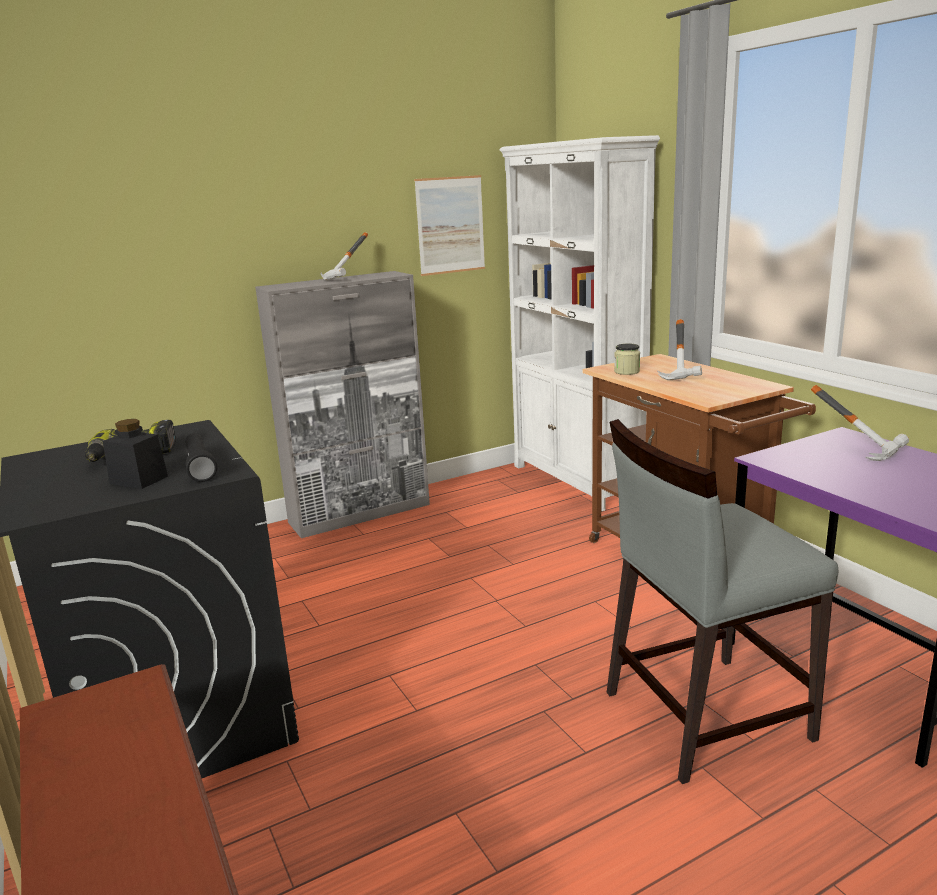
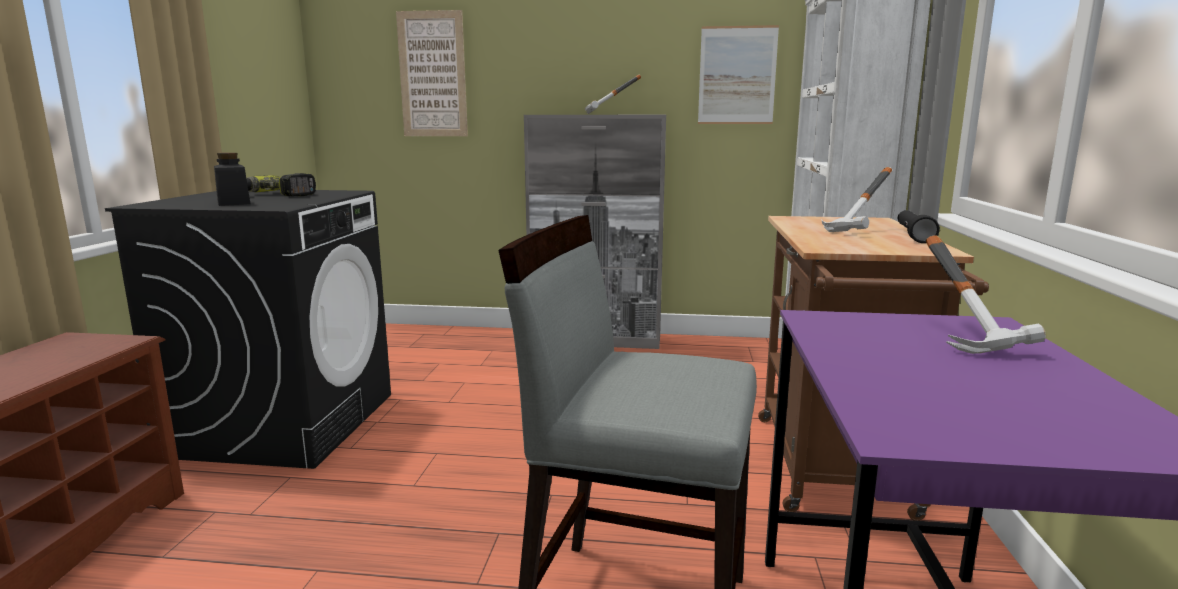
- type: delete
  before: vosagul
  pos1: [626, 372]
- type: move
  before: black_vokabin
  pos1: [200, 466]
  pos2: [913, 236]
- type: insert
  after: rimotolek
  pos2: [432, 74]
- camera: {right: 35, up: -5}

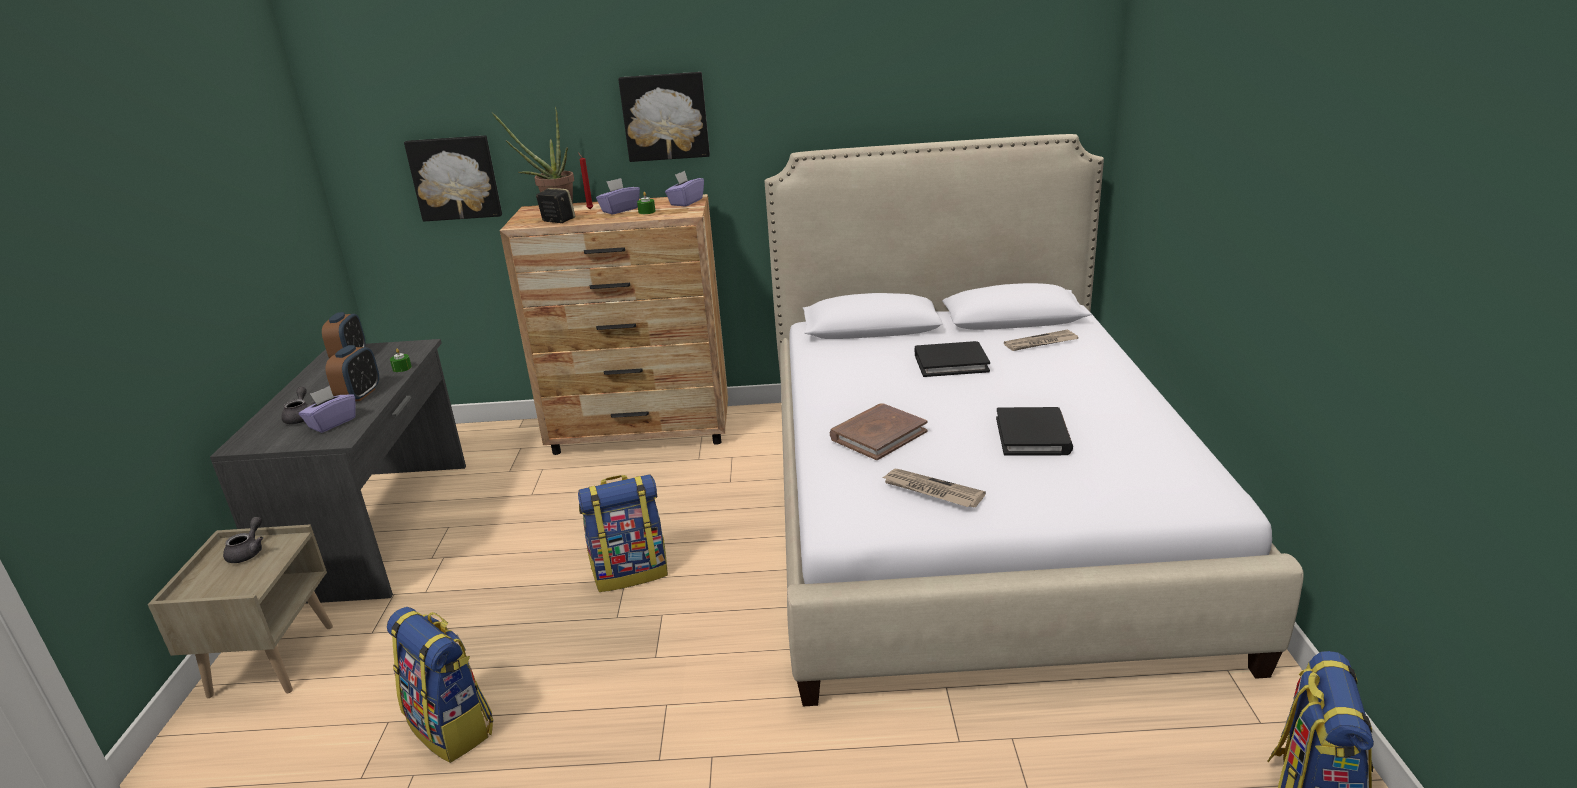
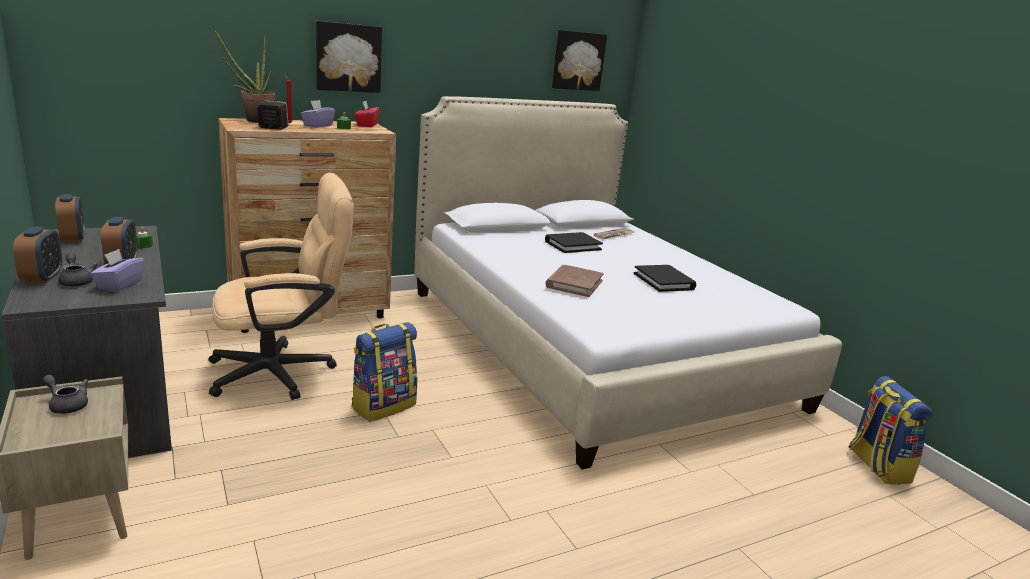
- type: move
  before: rimotolek
  pos1: [455, 178]
  pos2: [577, 61]
- type: recolor
  before: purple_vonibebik
  after: red_vonibebik
  pos1: [686, 202]
  pos2: [366, 125]
- type: delete
  before: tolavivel
  pos1: [931, 491]
- type: rotate
  before: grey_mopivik
  pos1: [248, 552]
  pos2: [66, 405]
  turn: -45
- type: delete
  before: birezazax
  pos1: [452, 727]
- type: insert
  after: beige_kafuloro
  pos2: [284, 372]
- type: insert
  after: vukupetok
  pos2: [42, 278]
- camera: {right: -30, up: -5}

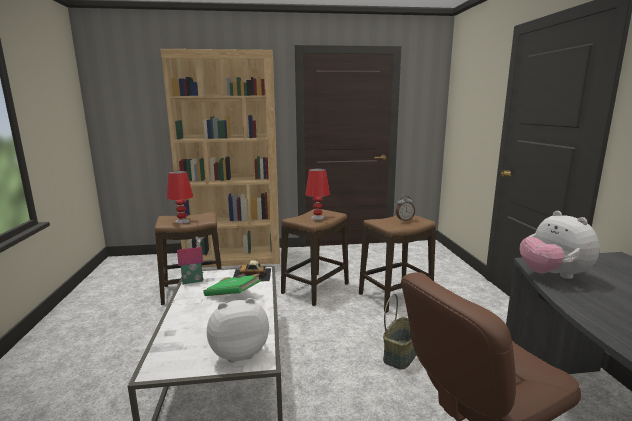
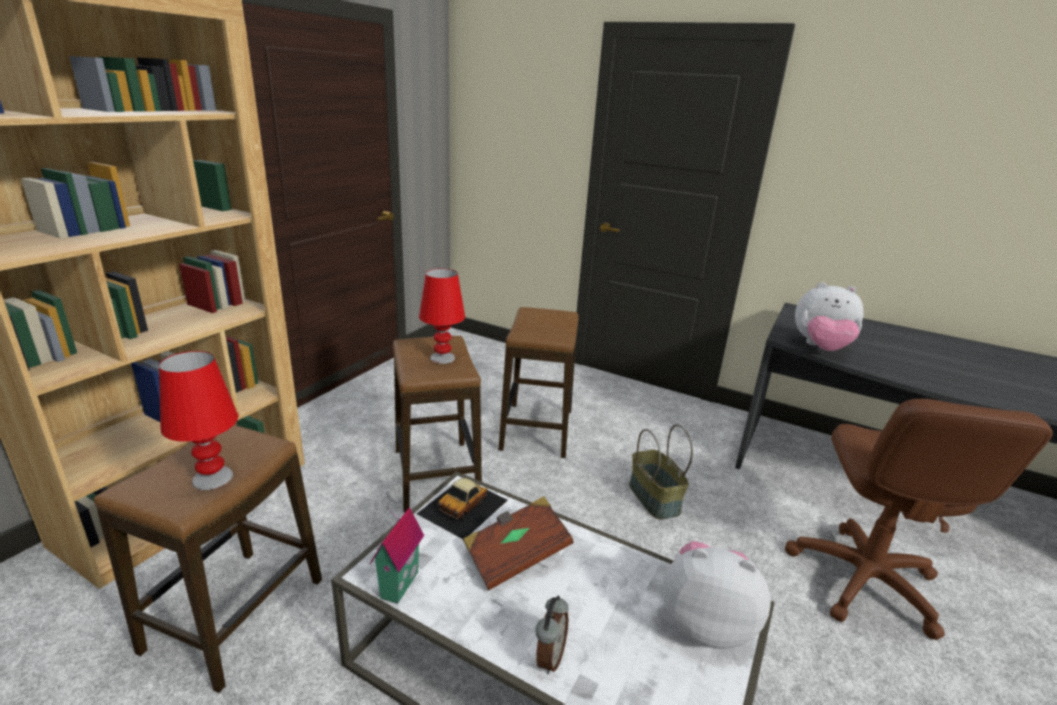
- type: move
  before: vukupetok
  pos1: [404, 220]
  pos2: [549, 657]
- type: recolor
  before: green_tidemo
  after: brown_tidemo
  pos1: [233, 295]
  pos2: [515, 556]
- type: rotate
  before: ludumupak
  pos1: [239, 352]
  pos2: [705, 622]
  turn: 90
- camera: {right: -55, up: 10}

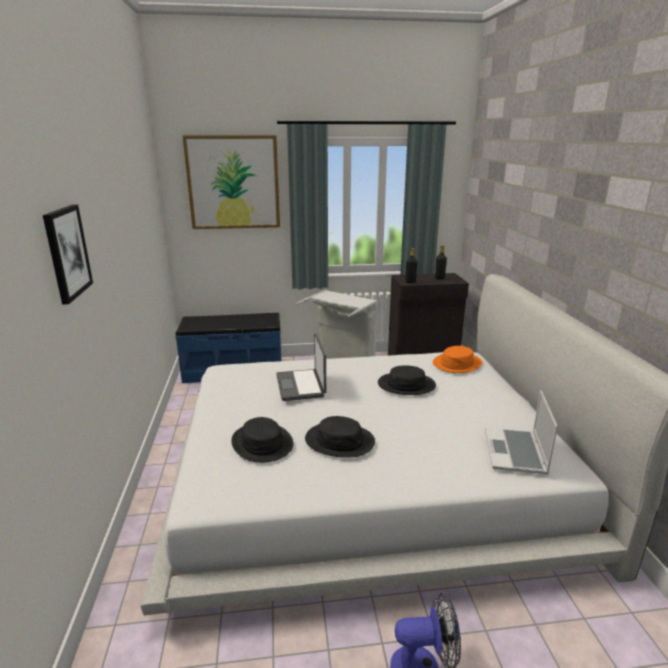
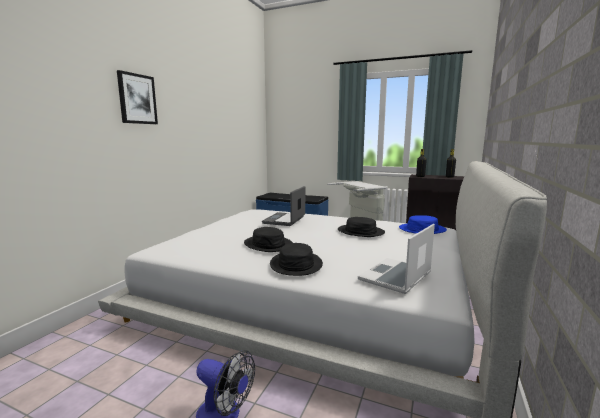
- type: delete
  before: rimotolek
  pos1: [233, 183]
- type: recolor
  before: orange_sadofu
  after: blue_sadofu
  pos1: [457, 363]
  pos2: [422, 229]
- type: move
  before: black_sadofu
  pos1: [262, 443]
  pos2: [296, 264]
- camera: {right: 30, up: -10}

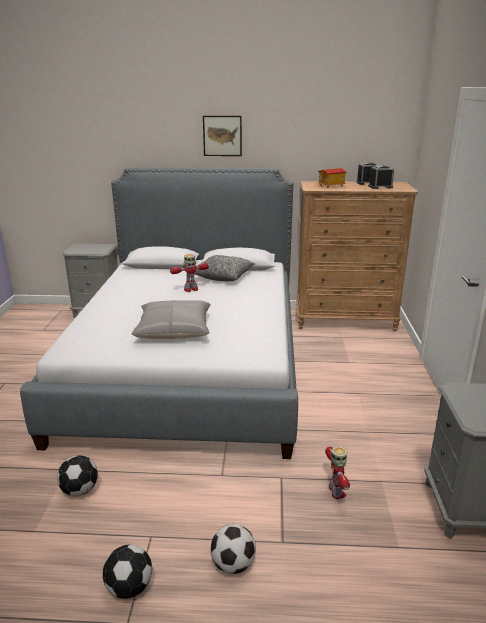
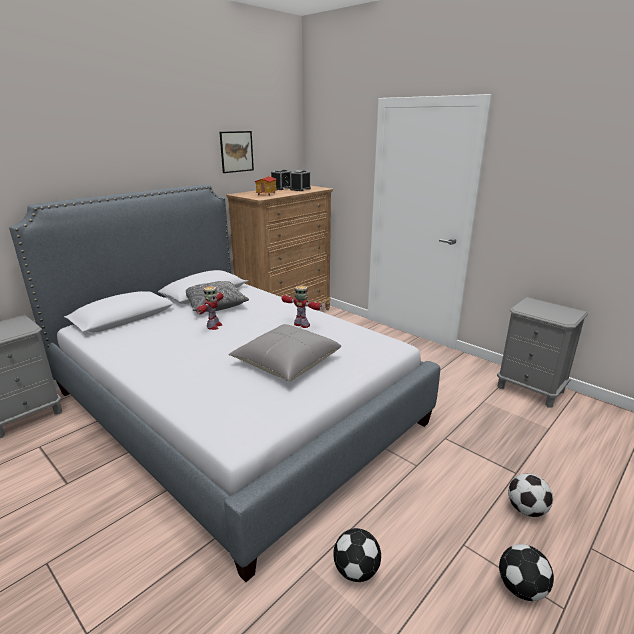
- type: move
  before: rimotolek
  pos1: [222, 136]
  pos2: [236, 151]
- type: move
  before: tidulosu
  pos1: [336, 492]
  pos2: [302, 325]
- camera: {right: -50, up: 0}

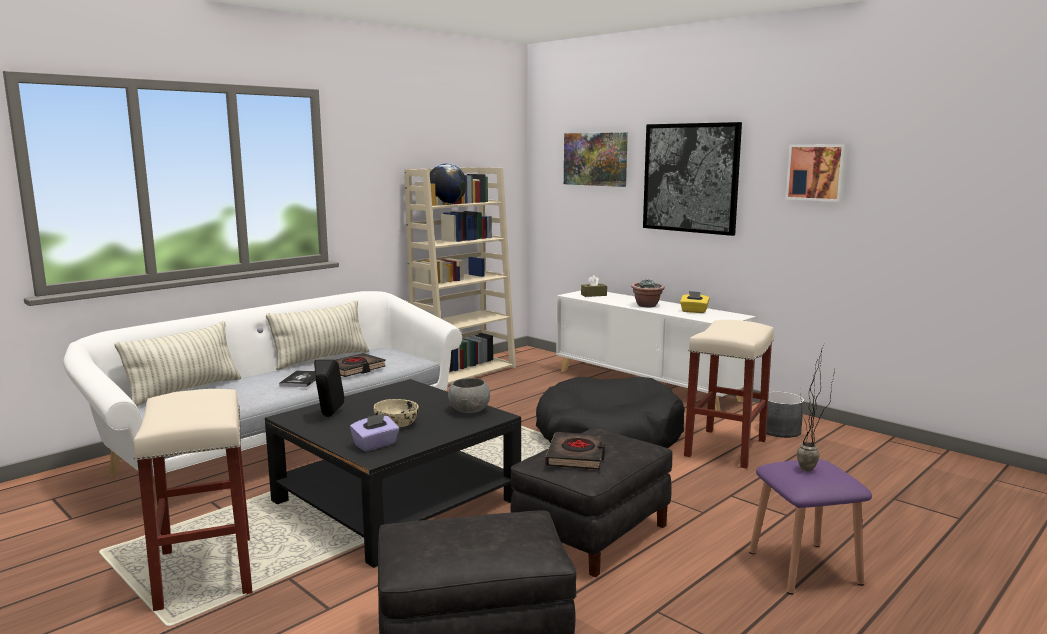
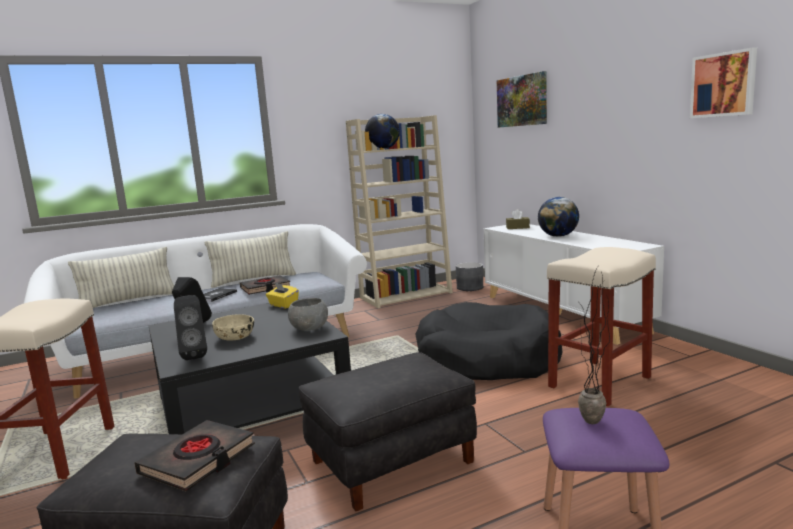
- type: delete
  before: rimotolek
  pos1: [690, 178]
- type: replace
  before: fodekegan
  after: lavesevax
  pos1: [647, 305]
  pos2: [558, 236]
- type: move
  before: yellow_vonibebik
  pos1: [694, 311]
  pos2: [283, 305]
- type: move
  before: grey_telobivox
  pos1: [780, 430]
  pos2: [470, 287]
- type: replace
  before: purple_vonibebik
  after: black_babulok
  pos1: [375, 445]
  pos2: [194, 355]
- type: move
  before: black_tidemo
  pos1: [576, 456]
  pos2: [198, 460]
- camera: {right: 20, up: 0}

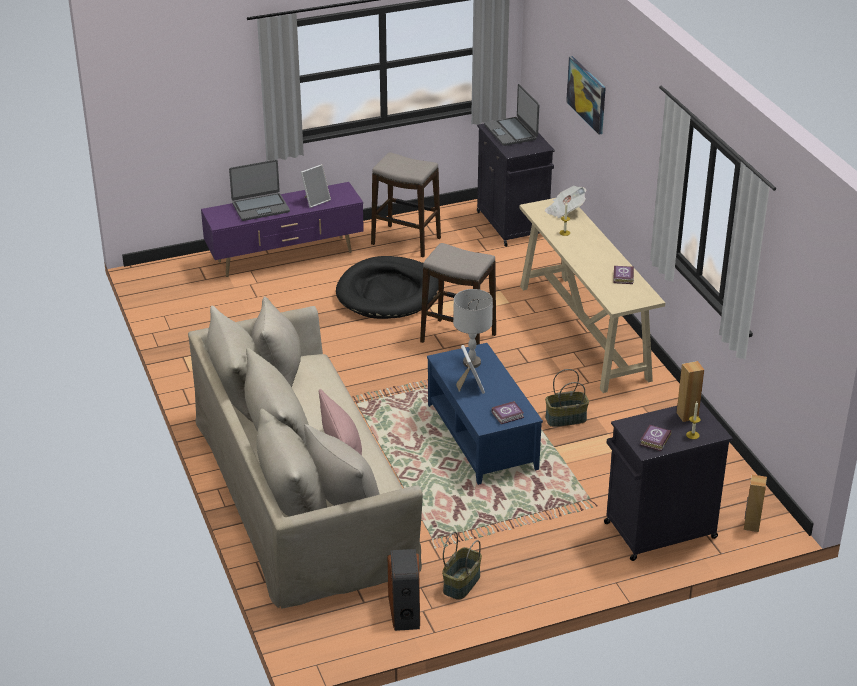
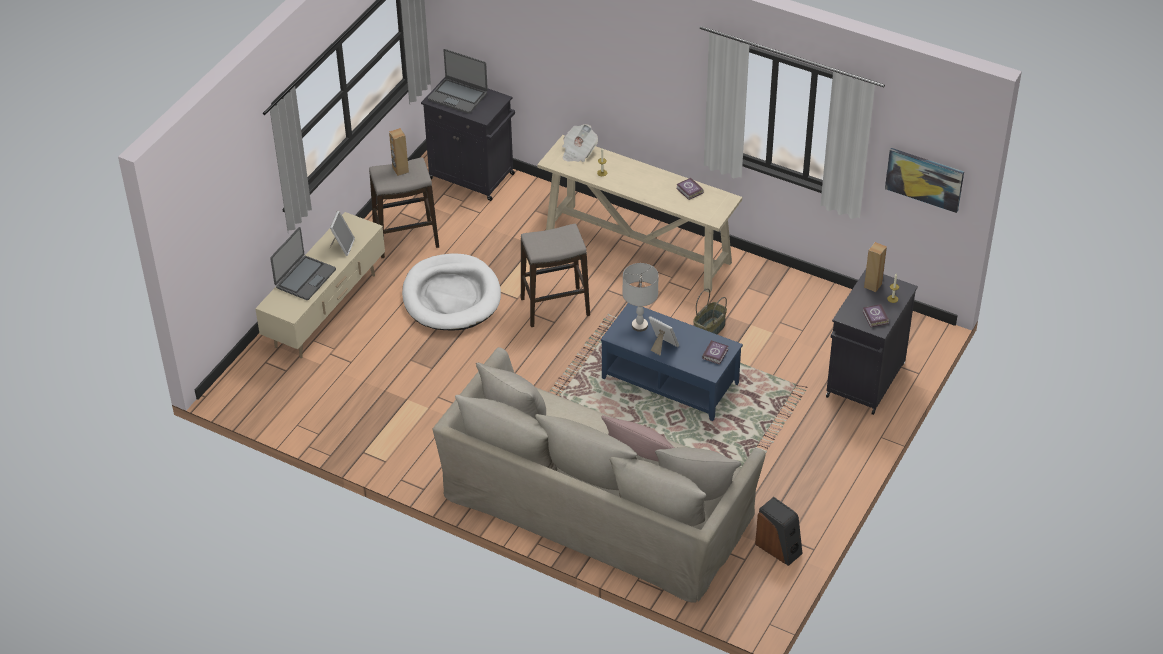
- type: move
  before: rimotolek
  pos1: [587, 94]
  pos2: [924, 179]
- type: recolor
  before: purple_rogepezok
  after: beige_rogepezok
  pos1: [286, 257]
  pos2: [326, 311]
- type: recolor
  before: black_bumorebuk
  after: white_bumorebuk
  pos1: [388, 292]
  pos2: [451, 296]
- type: move
  before: brown_babulok
  pos1: [751, 525]
  pos2: [400, 170]
- type: delete
  before: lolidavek
  pos1: [461, 583]
- camera: {right: -40, up: 10}

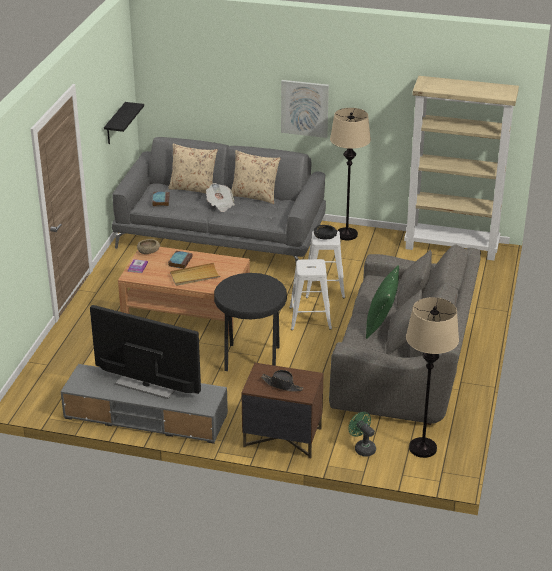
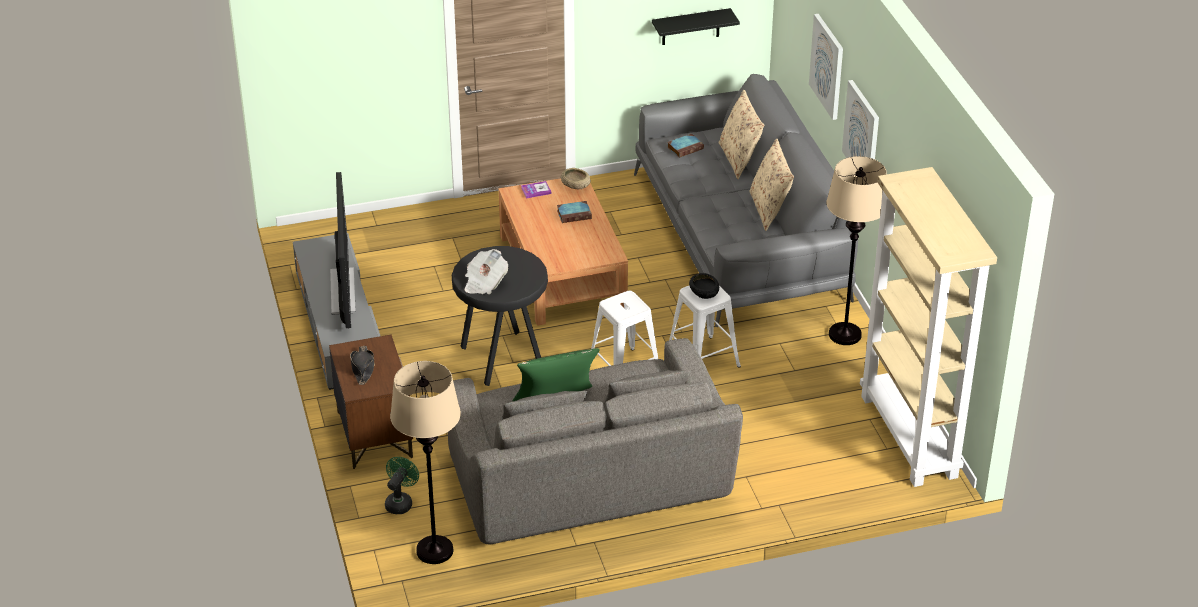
- type: move
  before: tolavivel
  pos1: [220, 204]
  pos2: [484, 283]
- type: delete
  before: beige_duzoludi
  pos1: [194, 276]
- type: insert
  after: rimotolek
  pos2: [827, 66]
- camera: {right: 60, up: 5}

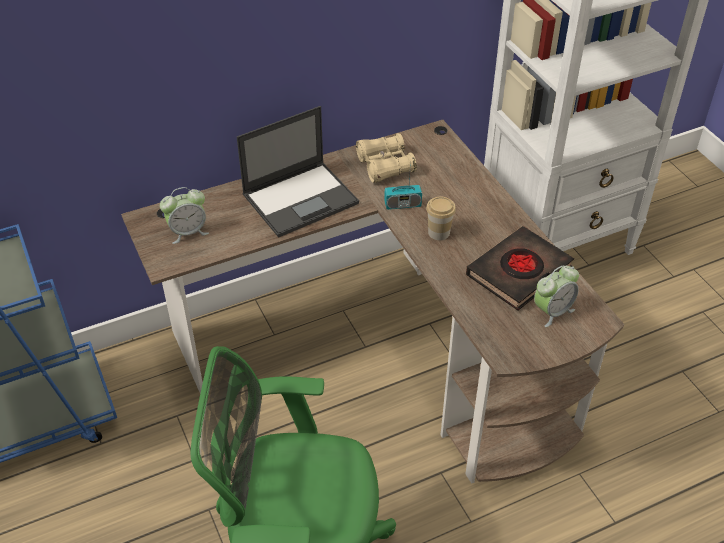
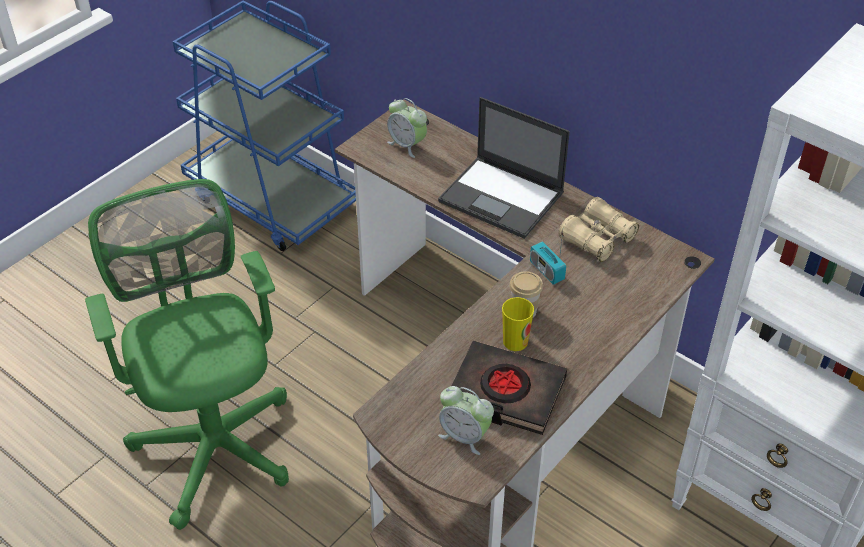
- type: insert
  after: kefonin
  pos2: [515, 341]
- camera: {right: 65, up: 0}

